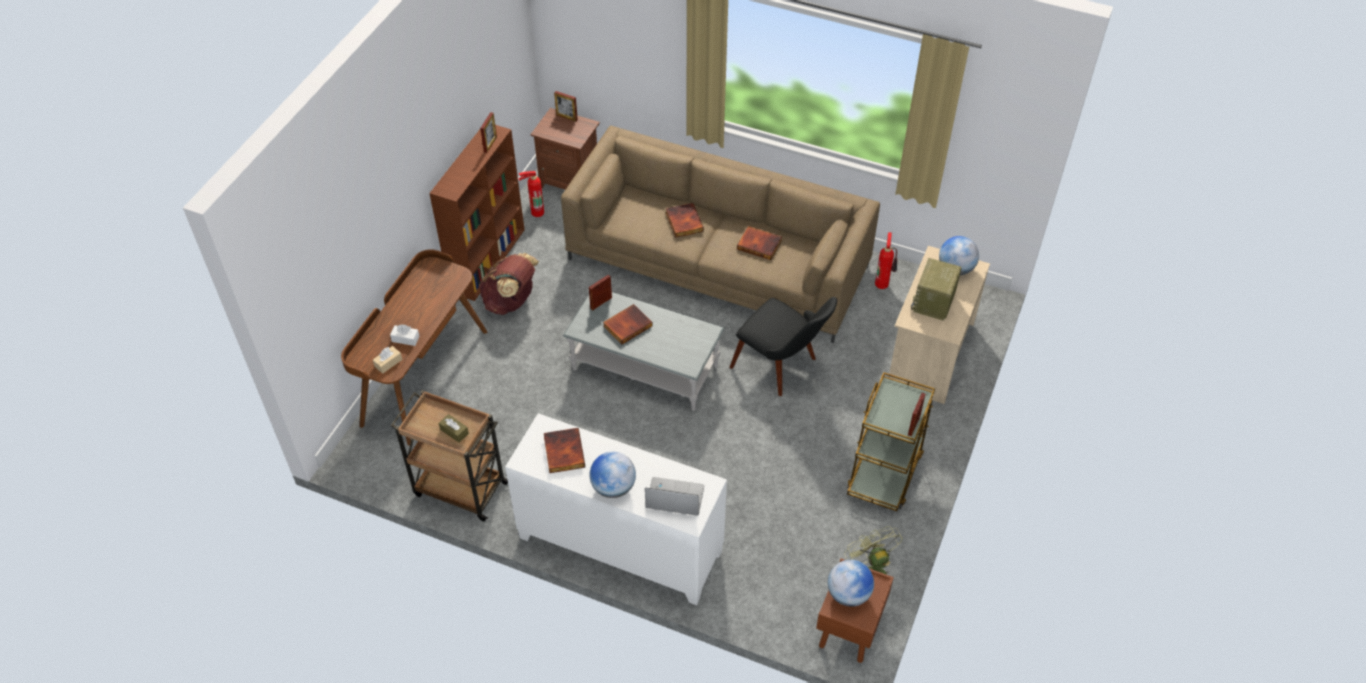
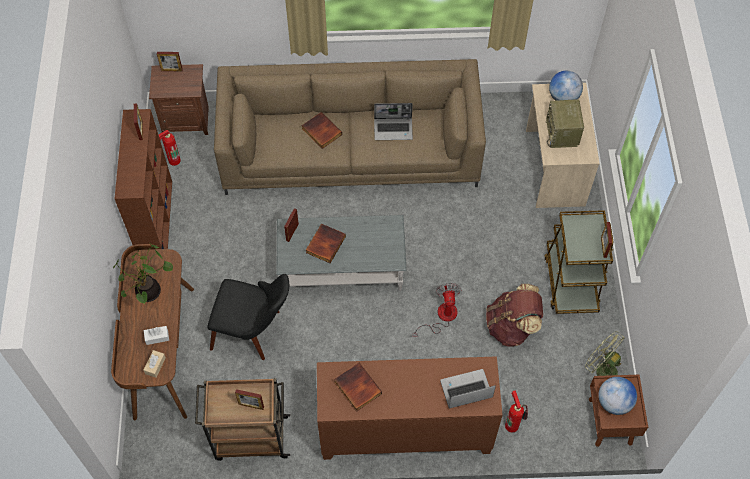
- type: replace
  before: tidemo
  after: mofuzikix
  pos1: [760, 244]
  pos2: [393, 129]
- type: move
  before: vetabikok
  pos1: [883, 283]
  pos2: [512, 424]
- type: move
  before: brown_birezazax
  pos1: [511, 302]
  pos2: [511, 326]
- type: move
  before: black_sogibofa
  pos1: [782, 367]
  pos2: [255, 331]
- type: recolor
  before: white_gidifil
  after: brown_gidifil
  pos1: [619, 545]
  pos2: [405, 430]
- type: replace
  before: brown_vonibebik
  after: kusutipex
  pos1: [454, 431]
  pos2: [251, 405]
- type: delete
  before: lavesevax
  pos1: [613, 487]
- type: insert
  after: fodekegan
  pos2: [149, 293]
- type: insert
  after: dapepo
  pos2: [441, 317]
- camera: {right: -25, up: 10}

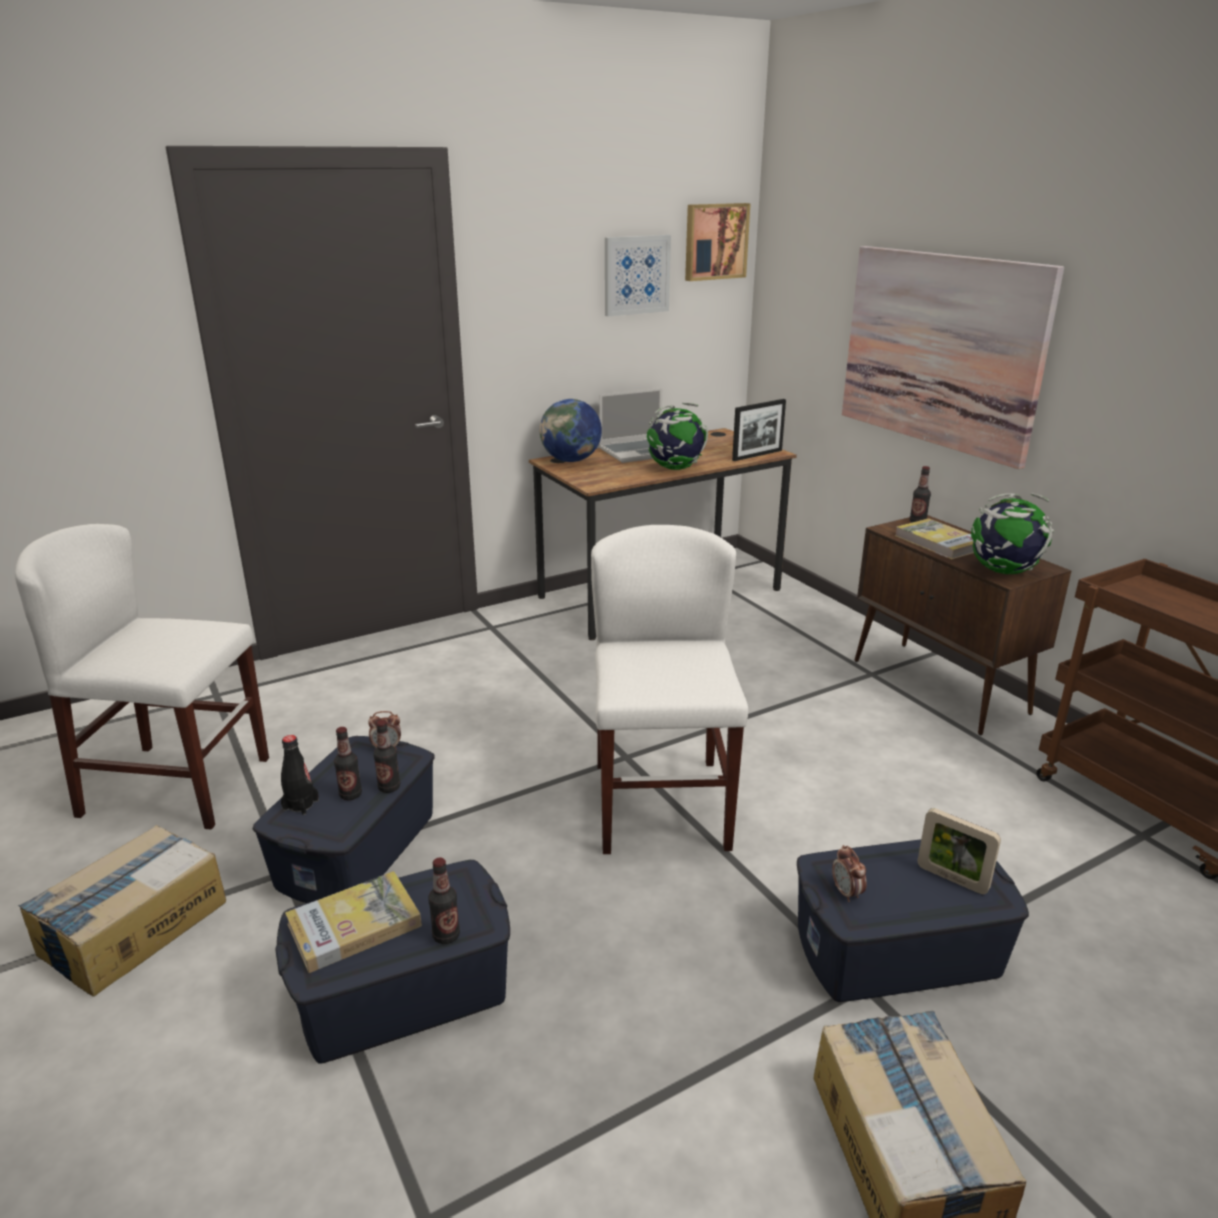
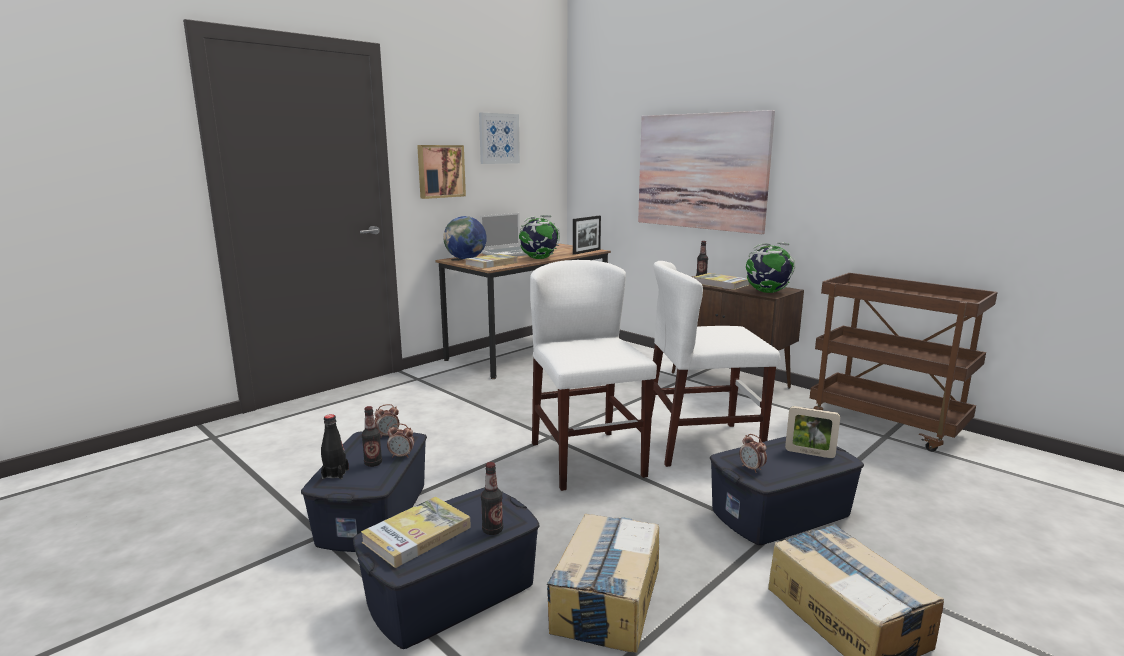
- type: move
  before: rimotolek
  pos1: [715, 241]
  pos2: [440, 171]
- type: move
  before: white_sogibofa
  pos1: [177, 786]
  pos2: [701, 444]
- type: replace
  before: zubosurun
  after: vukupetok
  pos1: [389, 787]
  pos2: [401, 456]
- type: move
  before: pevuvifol
  pos1: [132, 928]
  pos2: [606, 599]
- type: insert
  after: tidemo
  pos2: [491, 263]
- camera: {right: -15, up: -10}

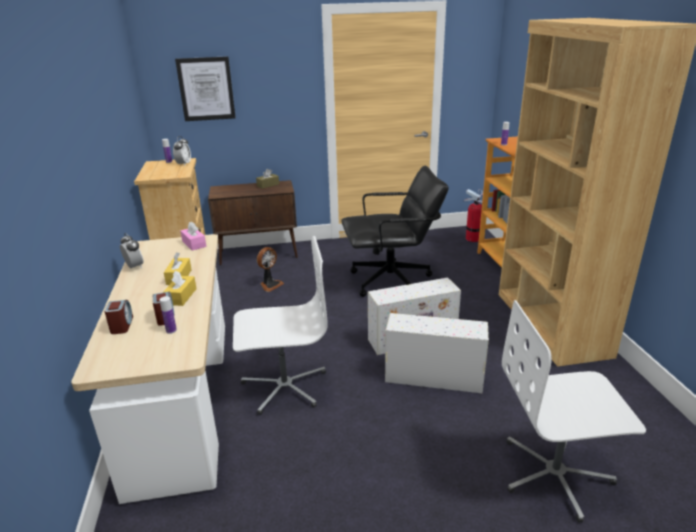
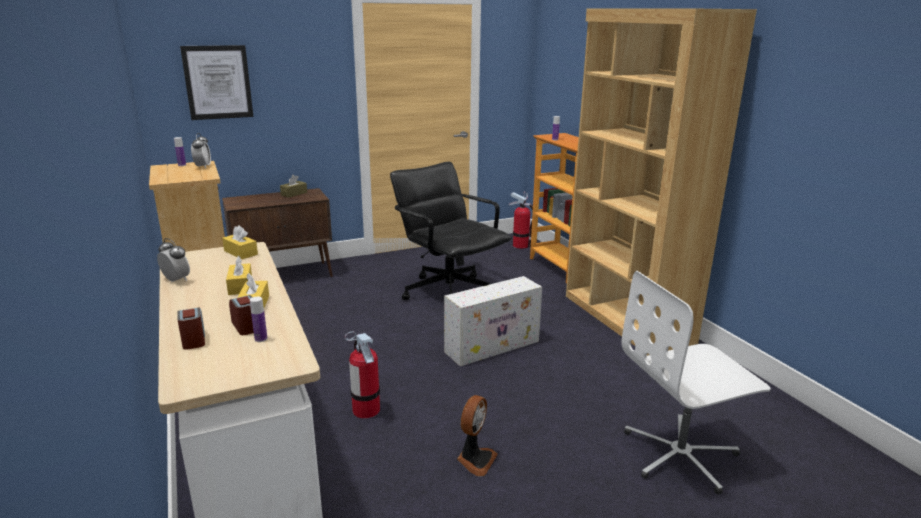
- type: rotate
  before: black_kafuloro
  pos1: [391, 281]
  pos2: [449, 292]
  turn: -105
- type: recolor
  before: pink_vonibebik
  after: yellow_vonibebik
  pos1: [194, 244]
  pos2: [241, 253]
- type: replace
  before: white_kafuloro
  after: vetabikok
  pos1: [284, 386]
  pos2: [366, 410]
- type: move
  before: dapepo
  pos1: [270, 285]
  pos2: [475, 460]
- type: delete
  before: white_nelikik
  pos1: [432, 377]
- camera: {right: -15, up: -5}

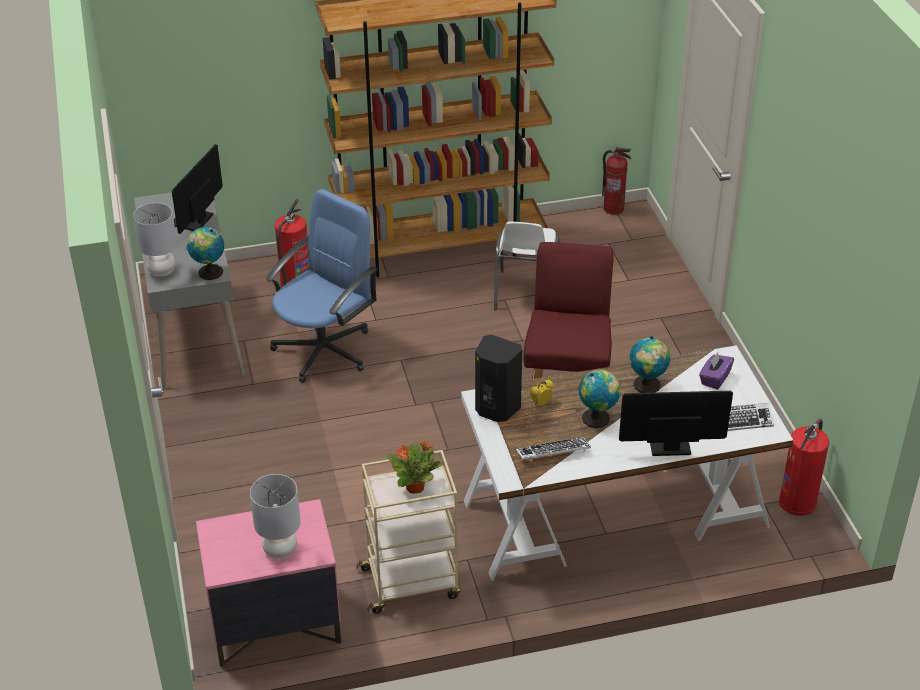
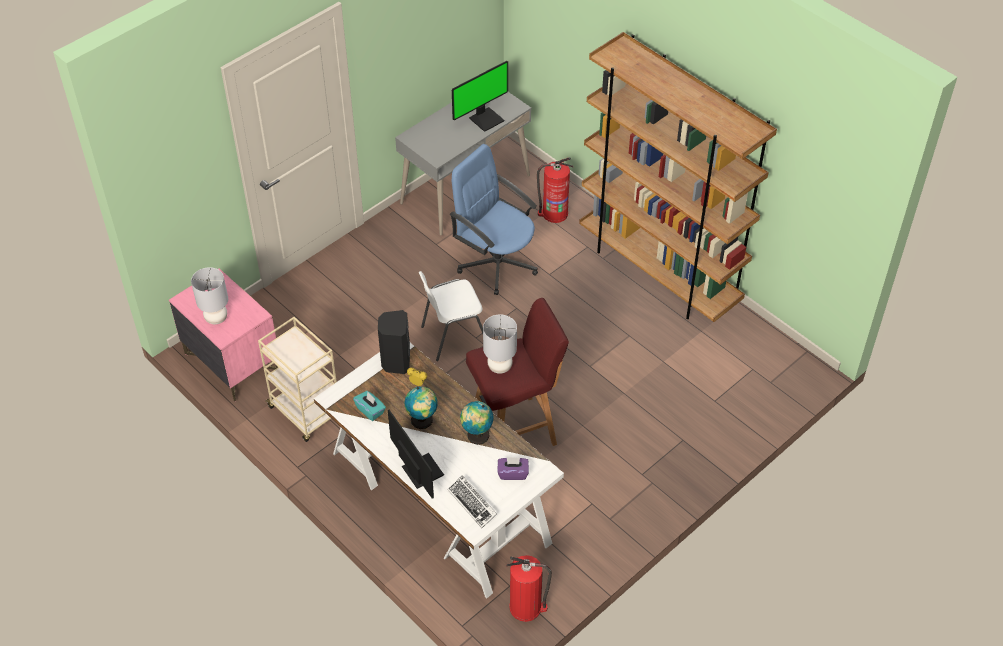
- type: rotate
  before: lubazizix
  pos1: [193, 221]
  pos2: [486, 119]
  turn: 150
- type: delete
  before: vetabikok
  pos1: [614, 209]
- type: rotate
  before: blue_kafuloro
  pos1: [325, 350]
  pos2: [496, 263]
  turn: -150
- type: move
  before: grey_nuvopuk
  pos1: [162, 271]
  pos2: [500, 366]
- type: move
  before: white_sogibofa
  pos1: [525, 294]
  pos2: [453, 336]
- type: delete
  before: lavesevax
  pos1: [208, 272]
- type: replace
  before: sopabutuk
  after: turquoise_vonibebik
  pos1: [553, 453]
  pos2: [370, 410]
- type: delete
  before: fodekegan
  pos1: [416, 487]
- camera: {right: 60, up: 10}

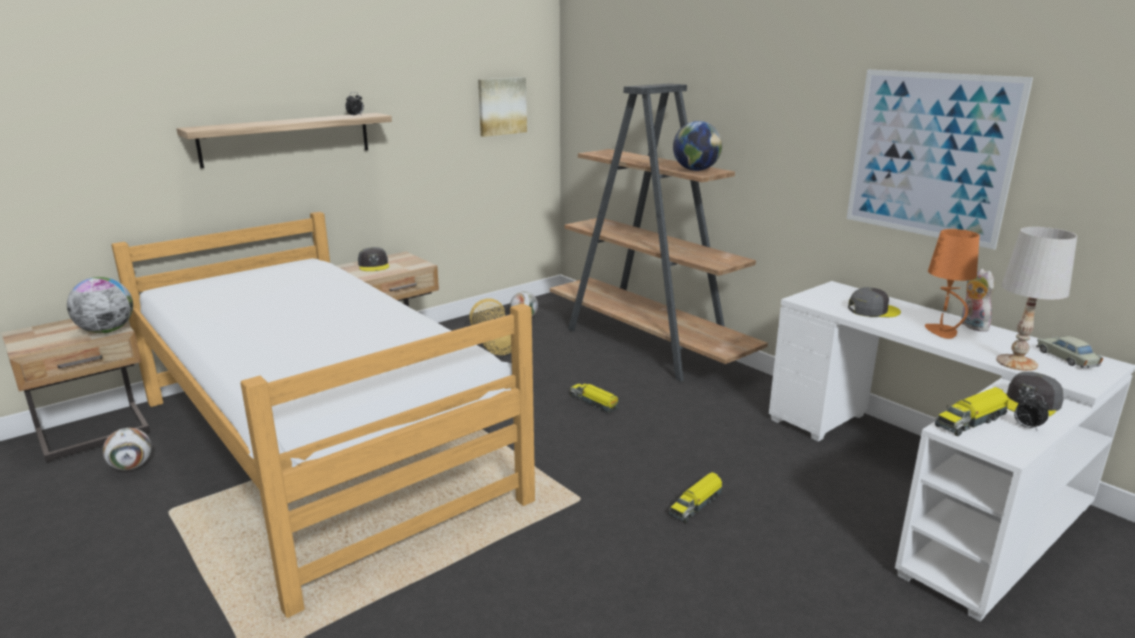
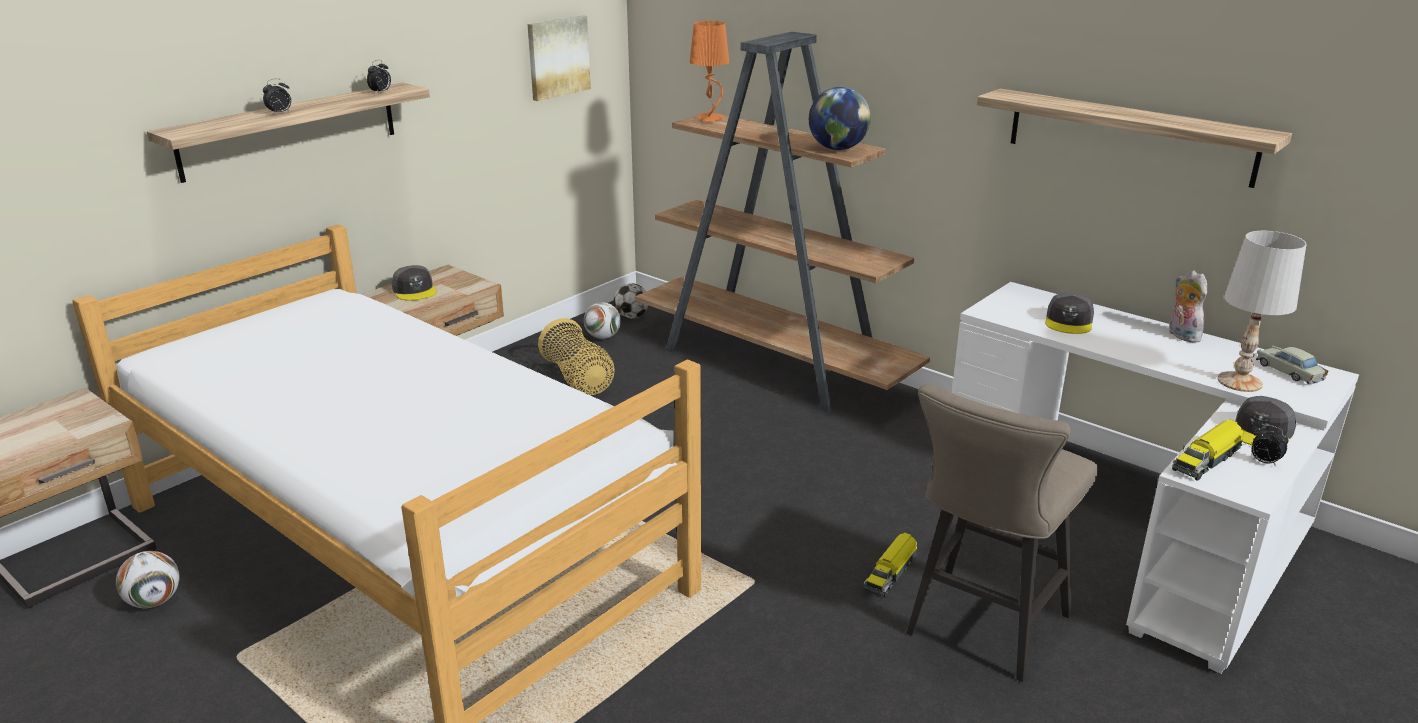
- type: replace
  before: rimotolek
  after: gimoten
  pos1: [929, 155]
  pos2: [1129, 136]
- type: move
  before: orange_nuvopuk
  pos1: [942, 332]
  pos2: [710, 119]
- type: delete
  before: lavesevax
  pos1: [107, 331]
- type: rotate
  before: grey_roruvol
  pos1: [873, 310]
  pos2: [1069, 321]
  turn: 120
- type: delete
  before: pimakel
  pos1: [594, 403]
- type: insert
  after: vukupetok
  pos2: [280, 113]
- type: insert
  after: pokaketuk
  pos2: [631, 317]
- type: insert
  after: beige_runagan
  pos2: [981, 630]
- camera: {right: -10, up: 5}

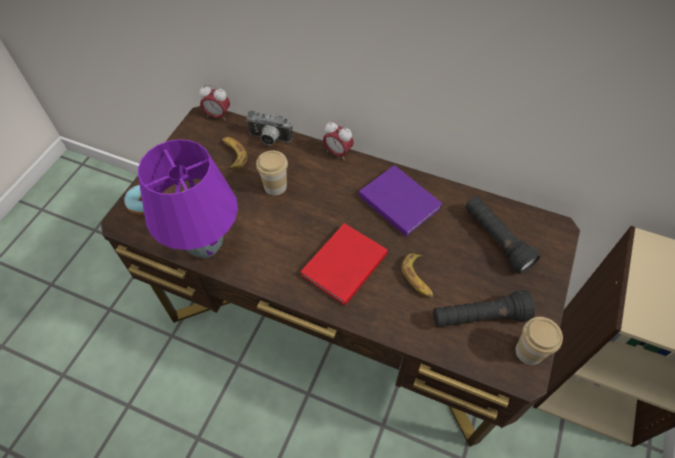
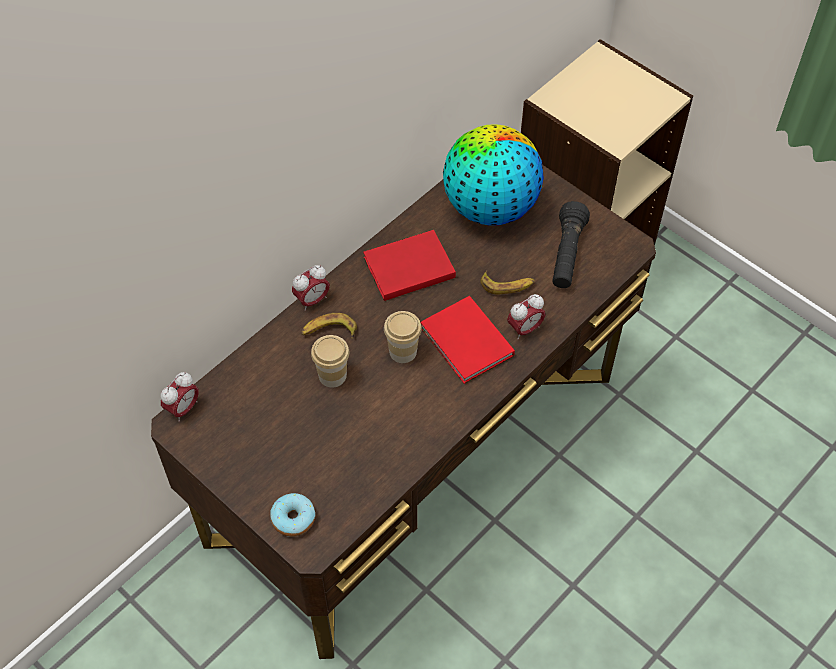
- type: delete
  before: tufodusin
  pos1: [269, 139]
- type: move
  before: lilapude
  pos1: [233, 155]
  pos2: [329, 331]
- type: delete
  before: purple_nuvopuk
  pos1: [205, 246]
- type: recolor
  before: purple_tidemo
  after: red_tidemo
  pos1: [399, 200]
  pos2: [406, 267]
- type: replace
  before: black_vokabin
  after: lavesevax
  pos1: [496, 239]
  pos2: [490, 207]
- type: move
  before: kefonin
  pos1: [529, 352]
  pos2: [403, 351]
- type: insert
  after: vukupetok
  pos2: [524, 329]
- camera: {right: -70, up: 0}

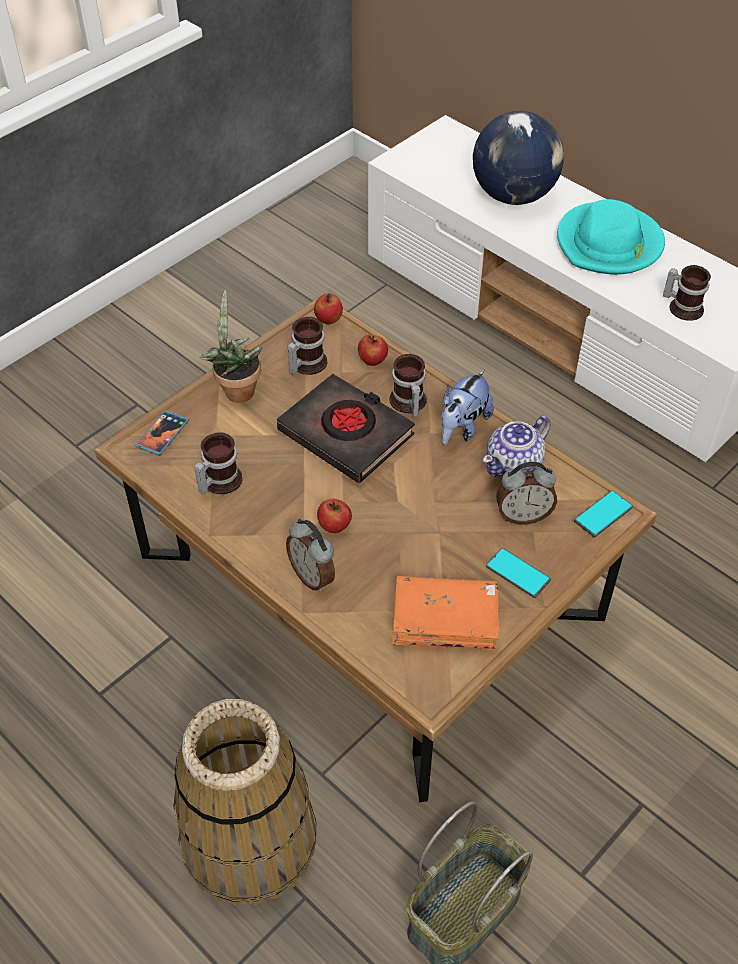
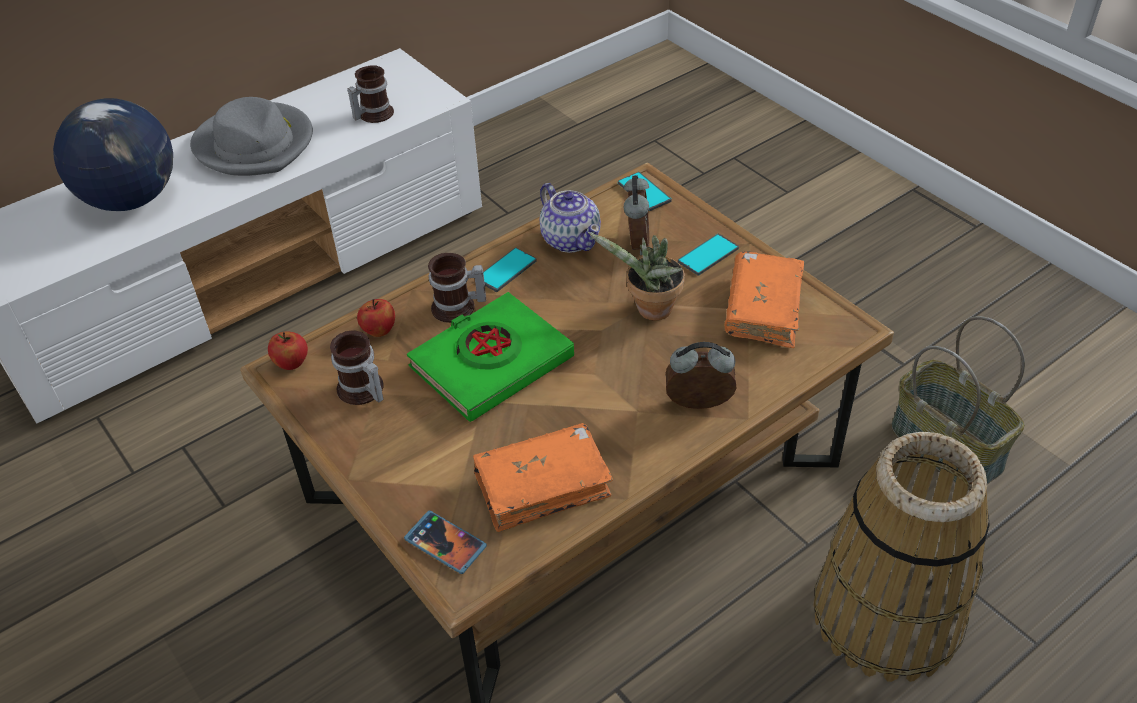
- type: recolor
  before: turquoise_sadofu
  after: grey_sadofu
  pos1: [609, 244]
  pos2: [255, 144]
- type: move
  before: fodekegan
  pos1: [236, 389]
  pos2: [649, 311]
- type: replace
  before: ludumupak
  after: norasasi
  pos1: [462, 427]
  pos2: [506, 270]
- type: recolor
  before: black_tidemo
  after: green_tidemo
  pos1: [346, 433]
  pos2: [491, 363]
- type: replace
  before: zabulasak
  after: orange_tidemo
  pos1: [218, 481]
  pos2: [542, 485]
- type: delete
  before: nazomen
  pos1: [334, 526]
- type: rotate
  before: vukupetok
  pos1: [313, 576]
  pos2: [699, 406]
  turn: -150
- camera: {right: -80, up: -5}

